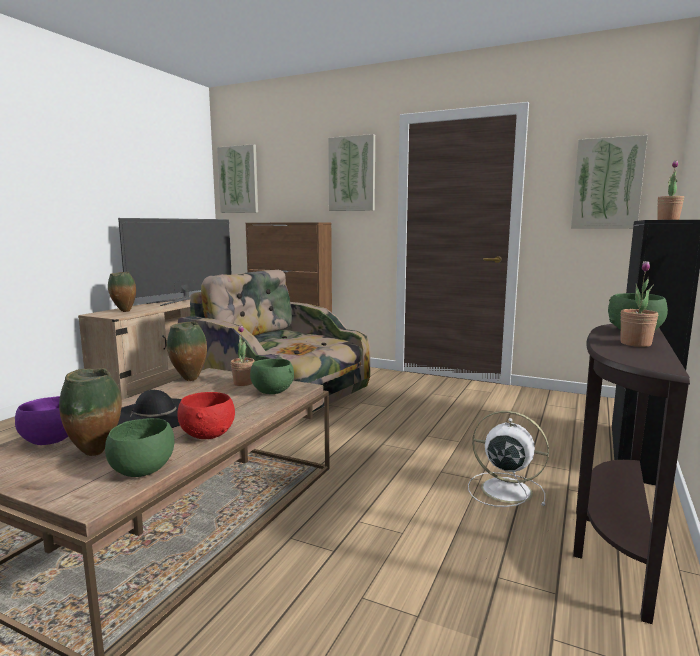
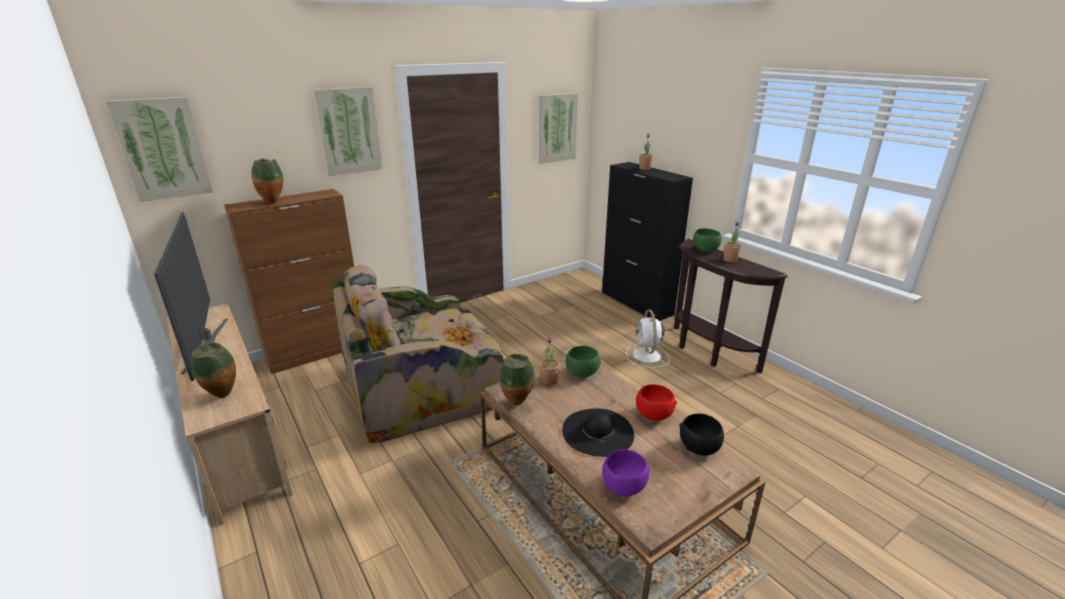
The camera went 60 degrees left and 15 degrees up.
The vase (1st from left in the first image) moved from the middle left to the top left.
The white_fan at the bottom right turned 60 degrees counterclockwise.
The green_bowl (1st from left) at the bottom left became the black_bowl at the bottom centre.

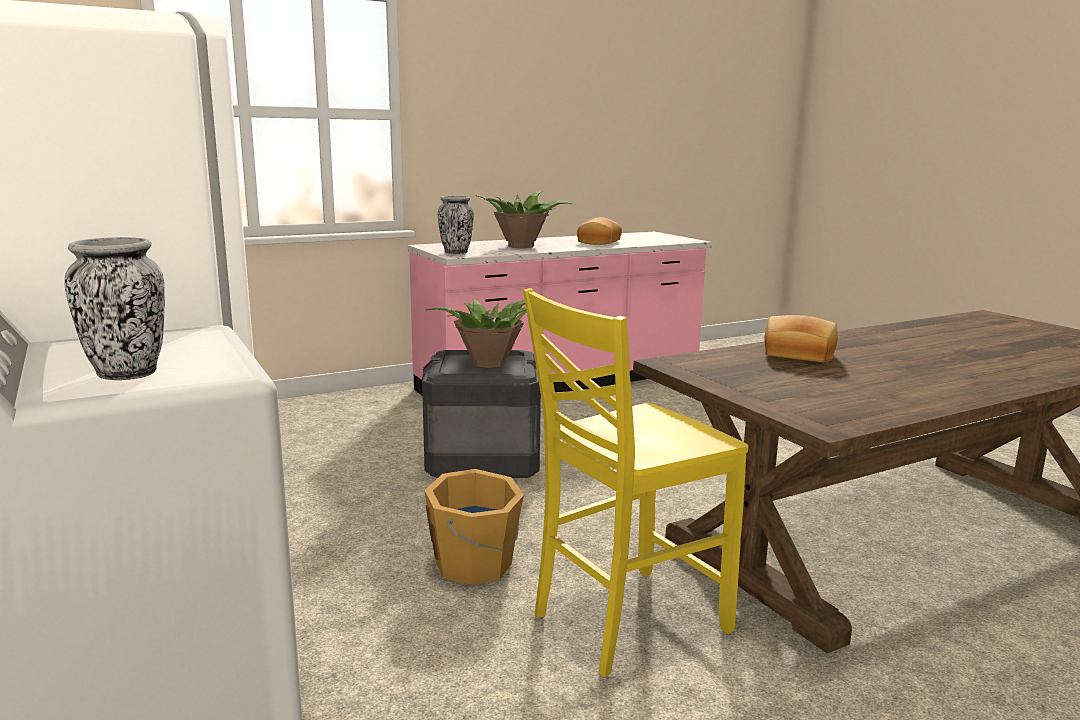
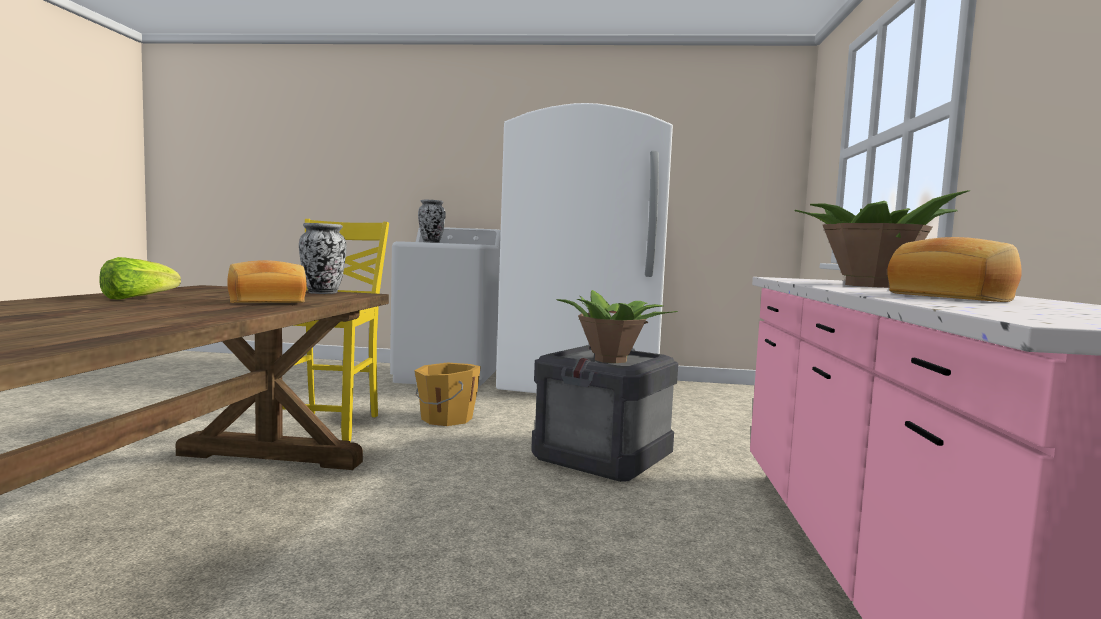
The camera went 125 degrees right and 10 degrees down.
The lettuce at the middle left appeared.
The vase (2nd from left in the first image) moved from the top centre to the middle left.

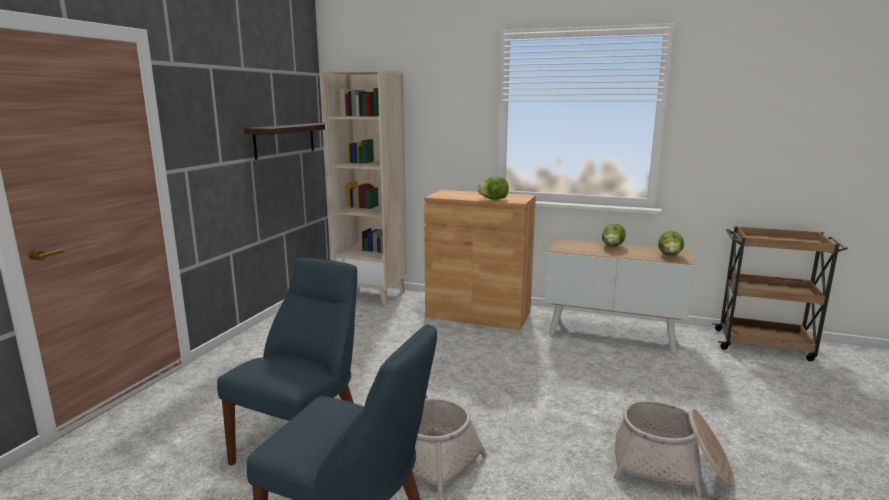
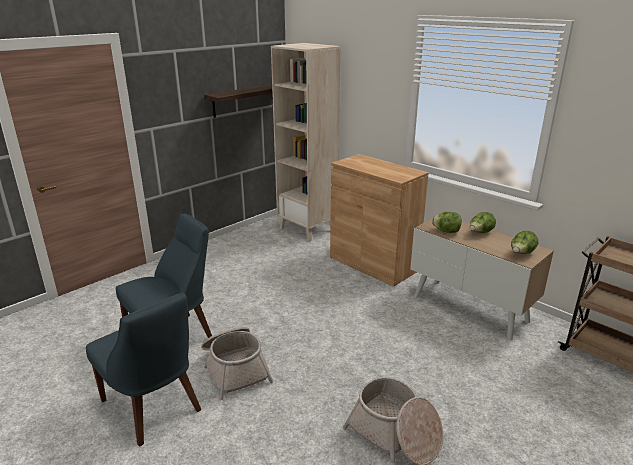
The camera went 25 degrees right and 10 degrees up.
The lettuce (1st from left) moved from the centre to the middle right.

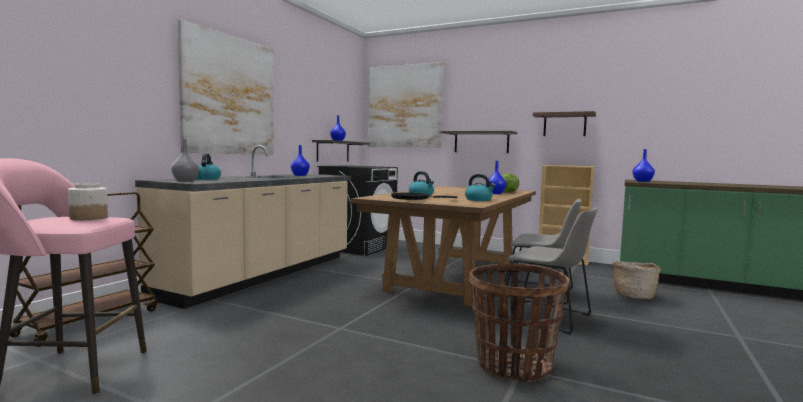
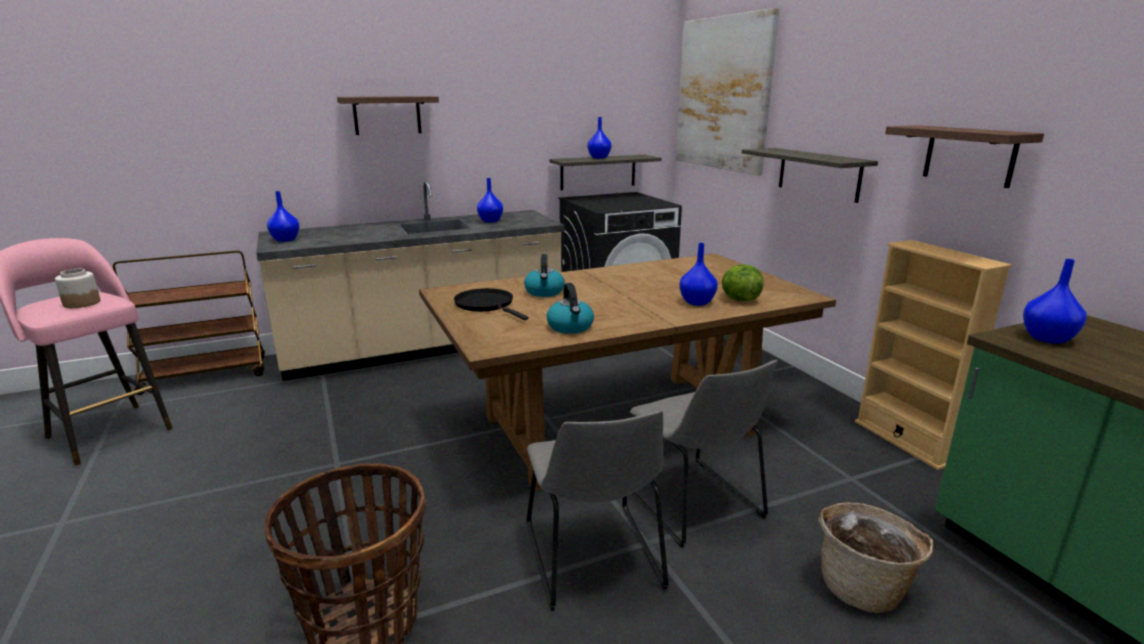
The camera went 40 degrees right and 15 degrees up.
The grey_vase at the middle left became the blue_vase (1st from left) at the middle left.
The picture (1st from left) at the top left was replaced by the shelf (1st from left) at the top centre.
The kettle (1st from left) at the middle left disappeared.

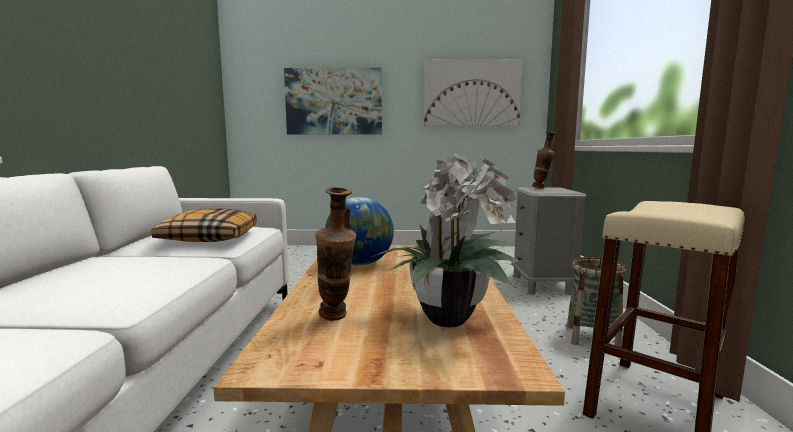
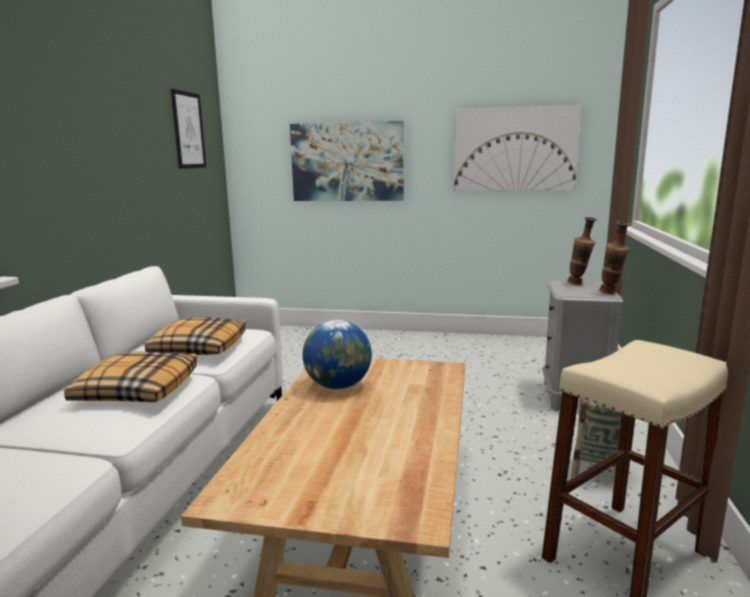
The camera went 10 degrees right and 5 degrees up.
The pillow (1st from left) at the middle left appeared.
The picture (1st from left) at the top left appeared.
The vase (1st from left in the first image) moved from the centre to the middle right.
The potted_plant at the centre disappeared.

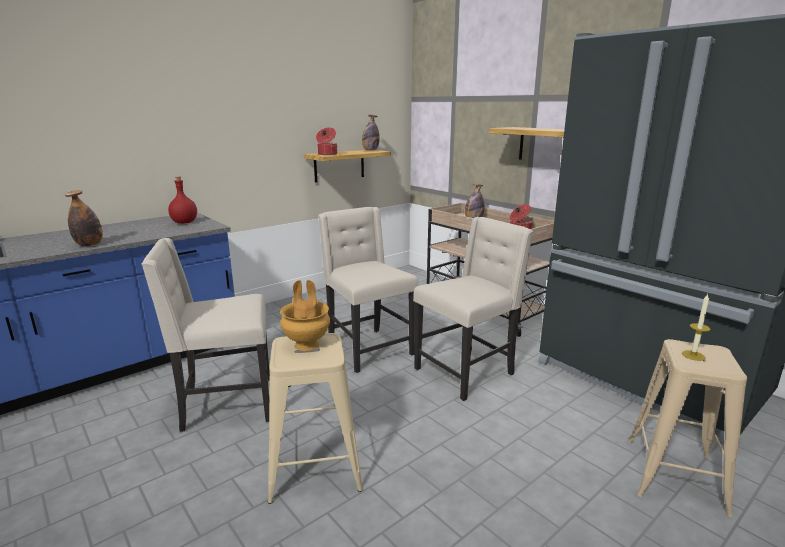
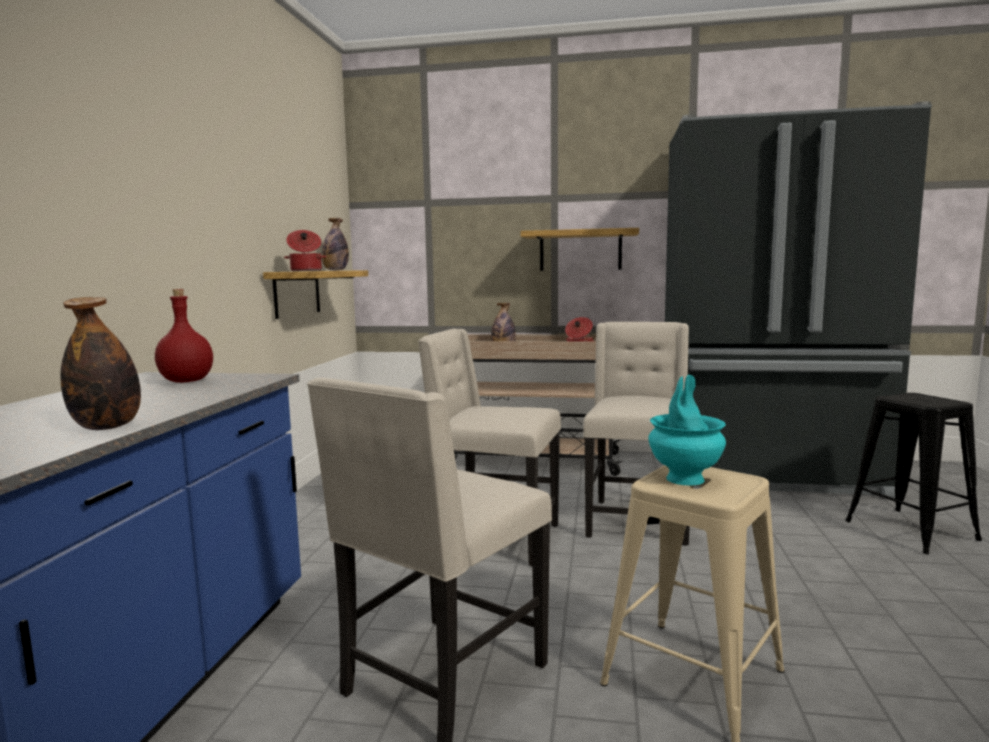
The camera went 40 degrees left and 10 degrees down.
The brown_vase at the centre became the turquoise_vase at the middle right.
The beige_stool (2nd from left) at the bottom right became the black_stool at the middle right.
The candle at the middle right disappeared.

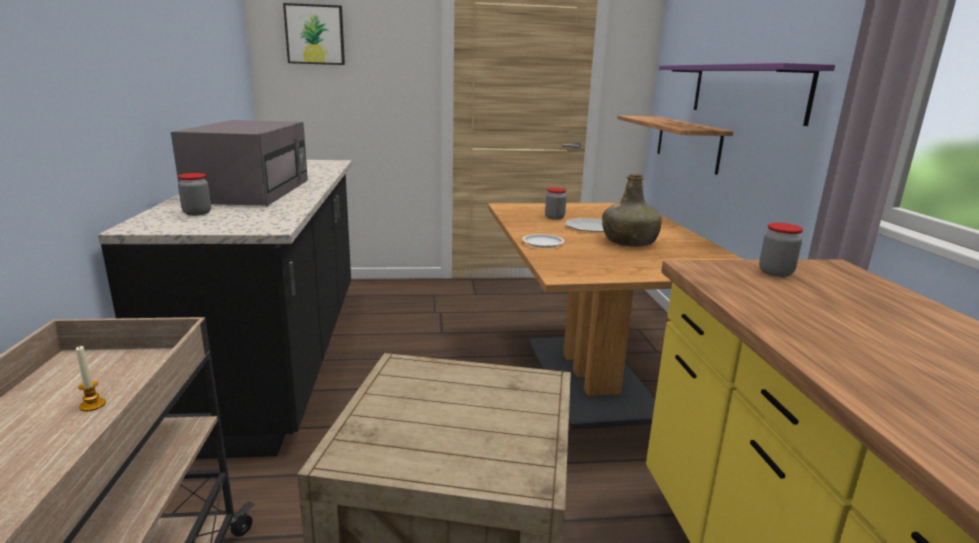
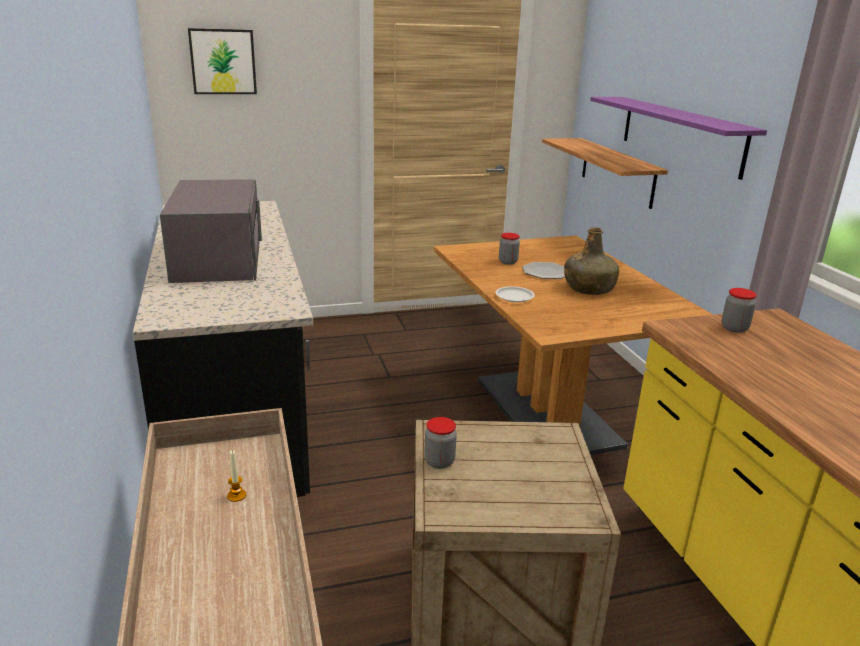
The camera went 10 degrees left and 5 degrees up.
The jar (1st from left) moved from the middle left to the bottom centre.

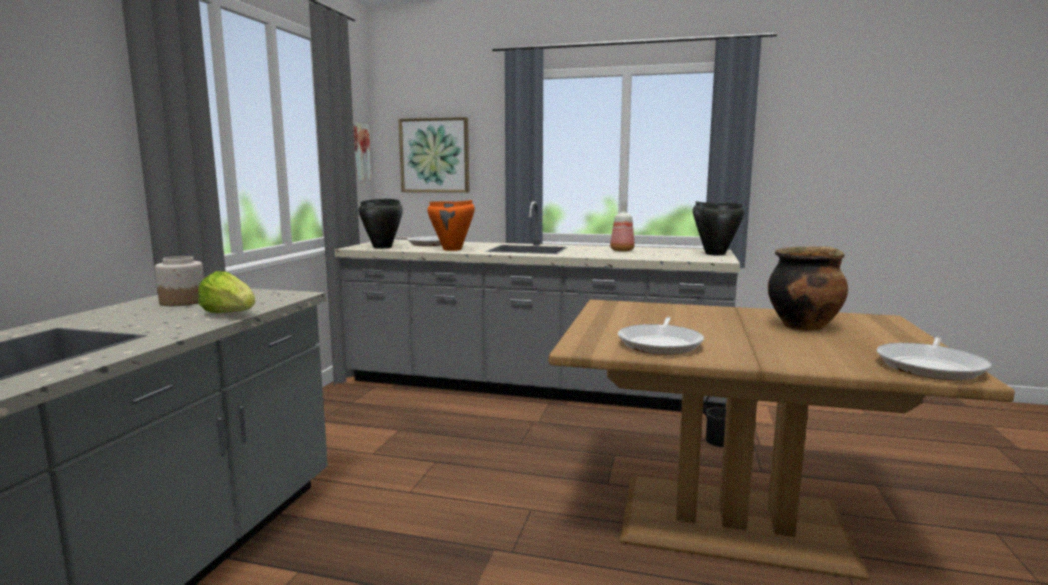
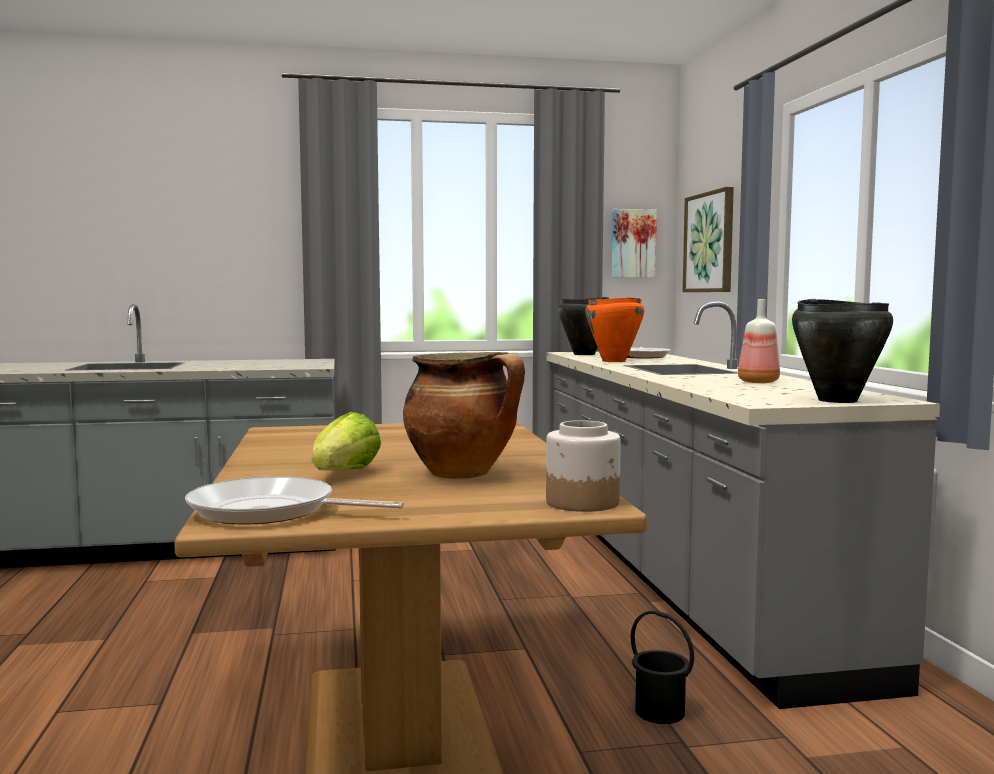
The camera went 65 degrees right and 5 degrees down.
The lettuce moved from the middle left to the centre.
The jar moved from the middle left to the centre.
The frying_pan (2nd from left) at the centre disappeared.

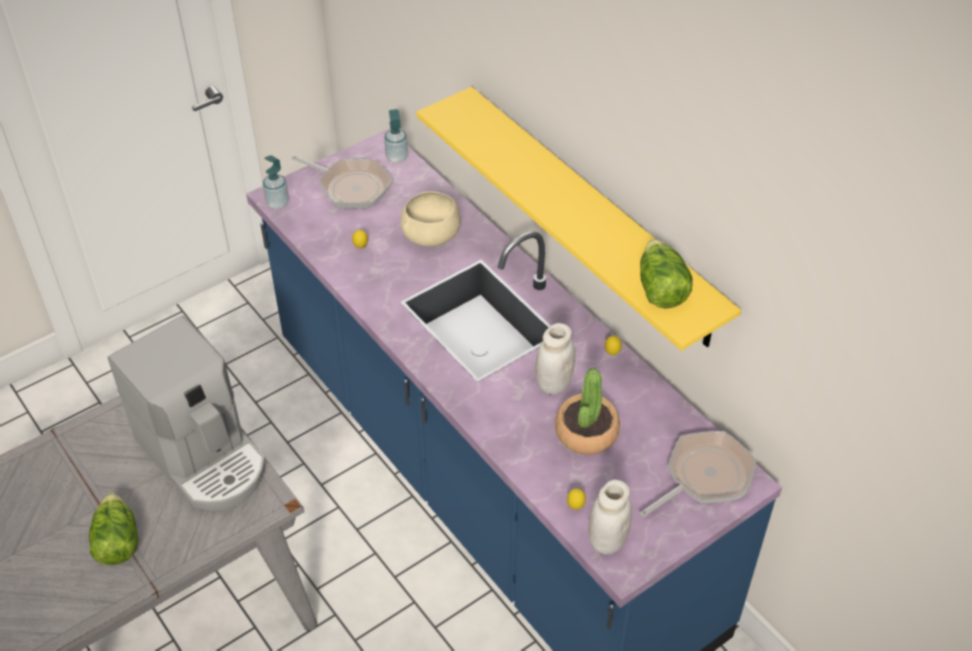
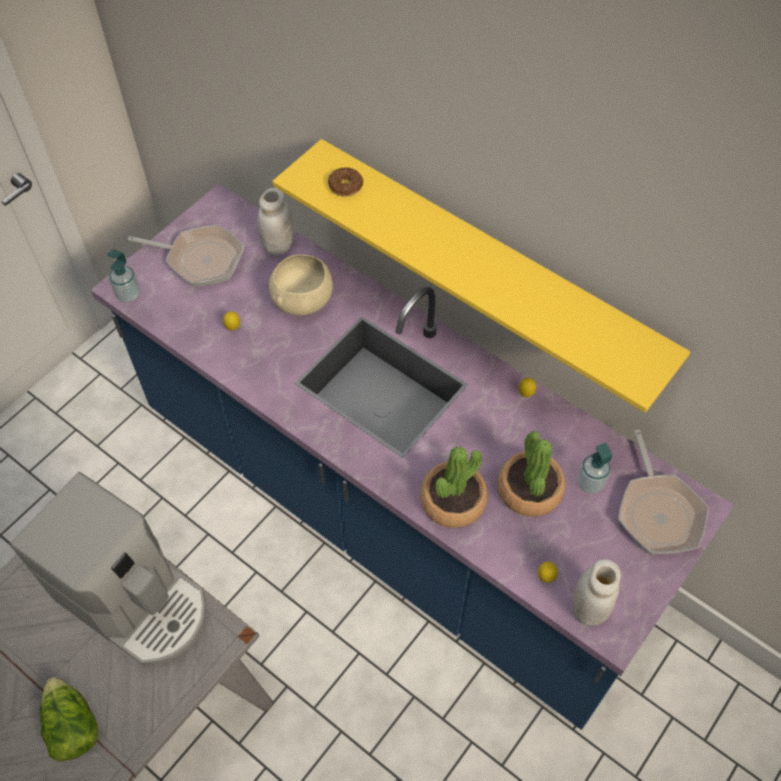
The camera went 15 degrees left and 10 degrees up.
The white_jar (1st from left) moved from the centre to the top centre.
The donut at the top centre appeared.
The potted_plant (1st from left) at the centre appeared.
The soap_dispenser (2nd from left) moved from the top centre to the middle right.
The frying_pan (2nd from left) at the bottom right turned 135 degrees clockwise.
The lettuce (2nd from left) at the middle right disappeared.

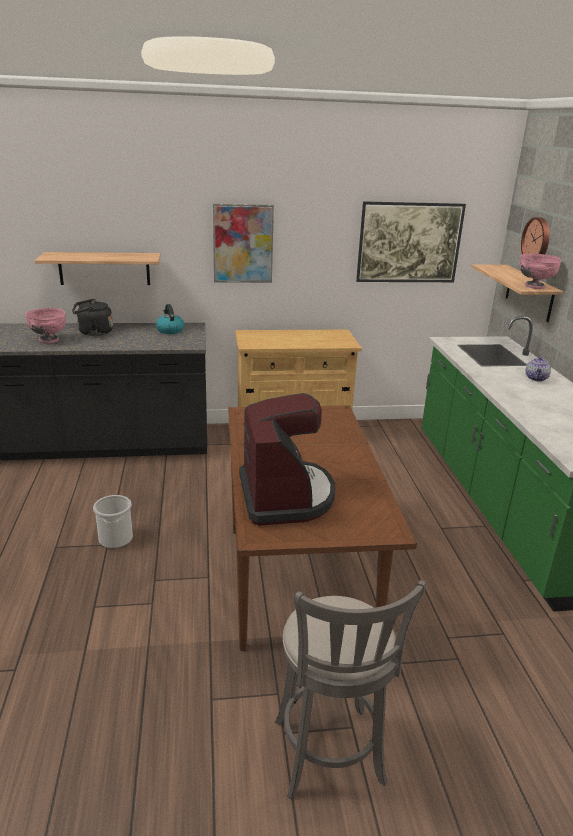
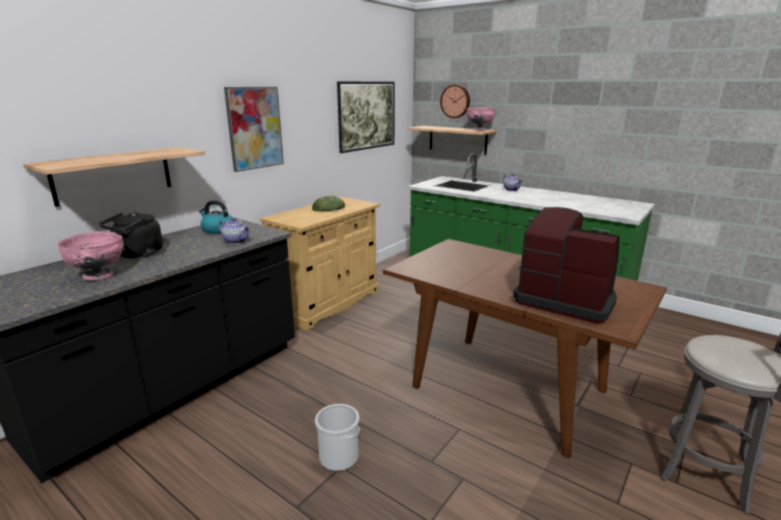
The camera went 45 degrees left and 5 degrees down.
The teapot (1st from left) at the middle left appeared.
The bread at the centre appeared.

